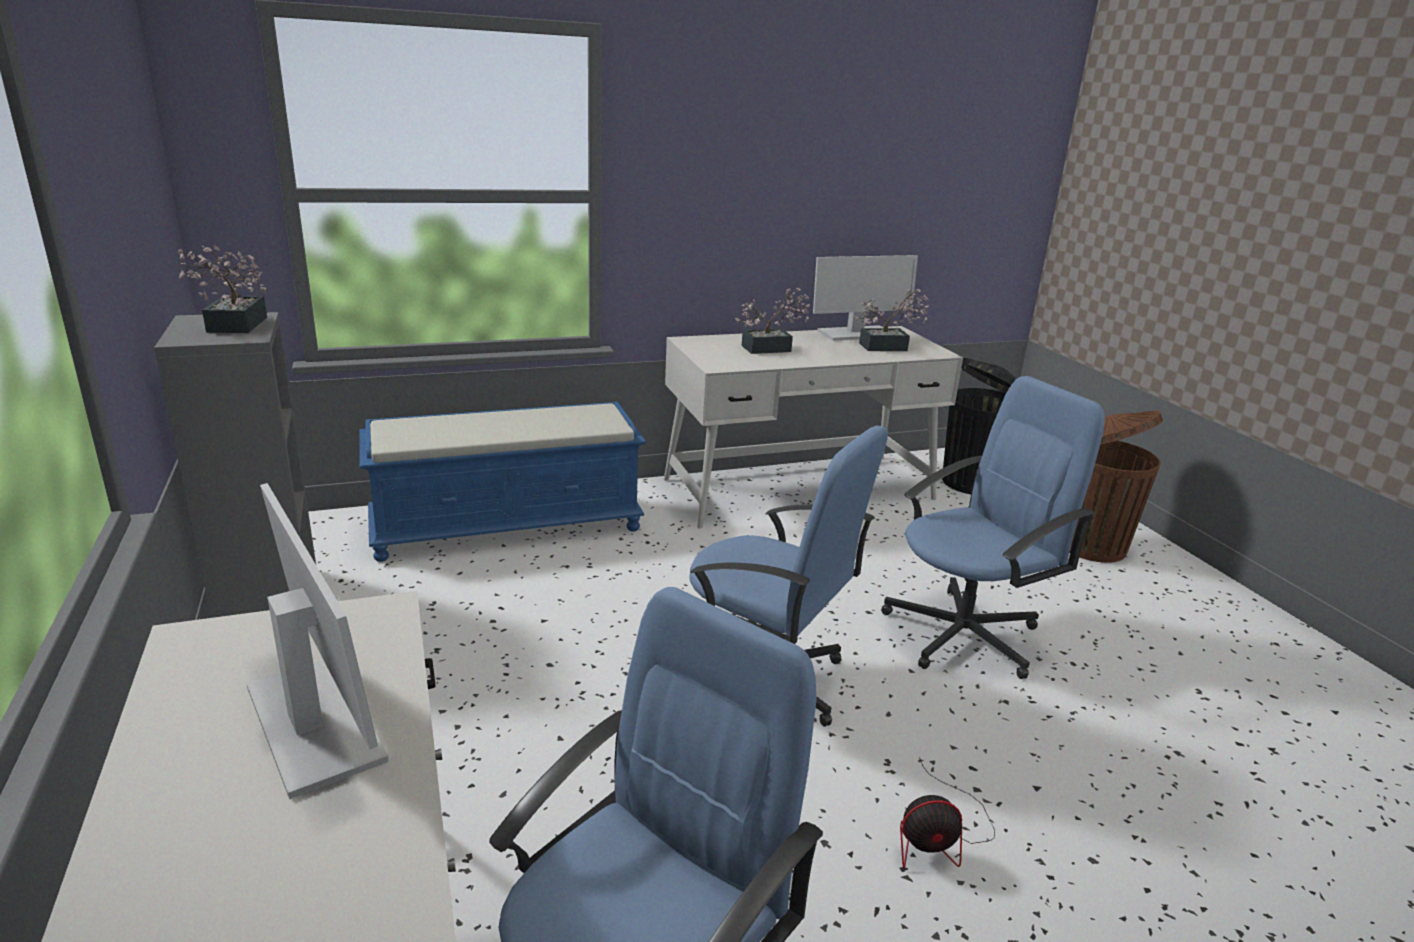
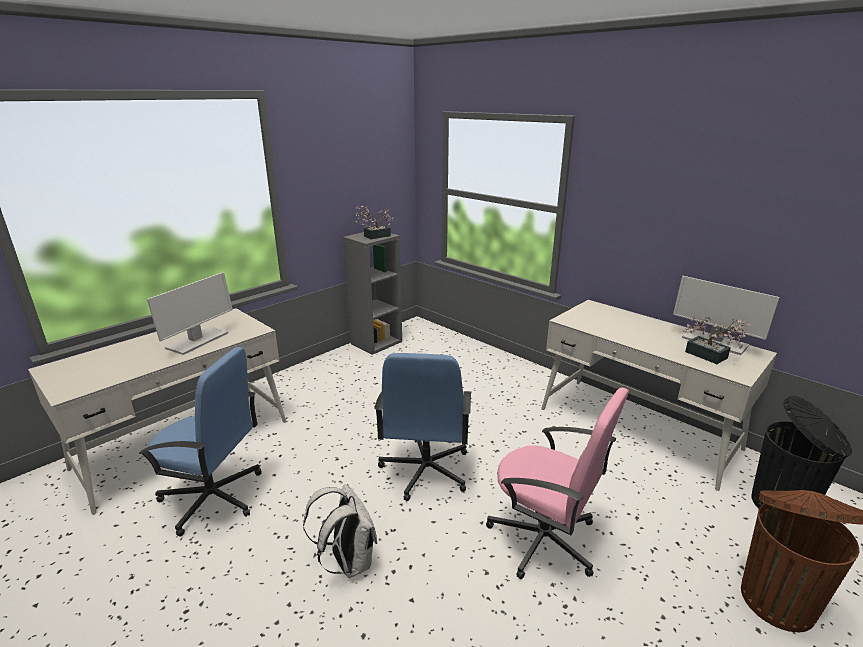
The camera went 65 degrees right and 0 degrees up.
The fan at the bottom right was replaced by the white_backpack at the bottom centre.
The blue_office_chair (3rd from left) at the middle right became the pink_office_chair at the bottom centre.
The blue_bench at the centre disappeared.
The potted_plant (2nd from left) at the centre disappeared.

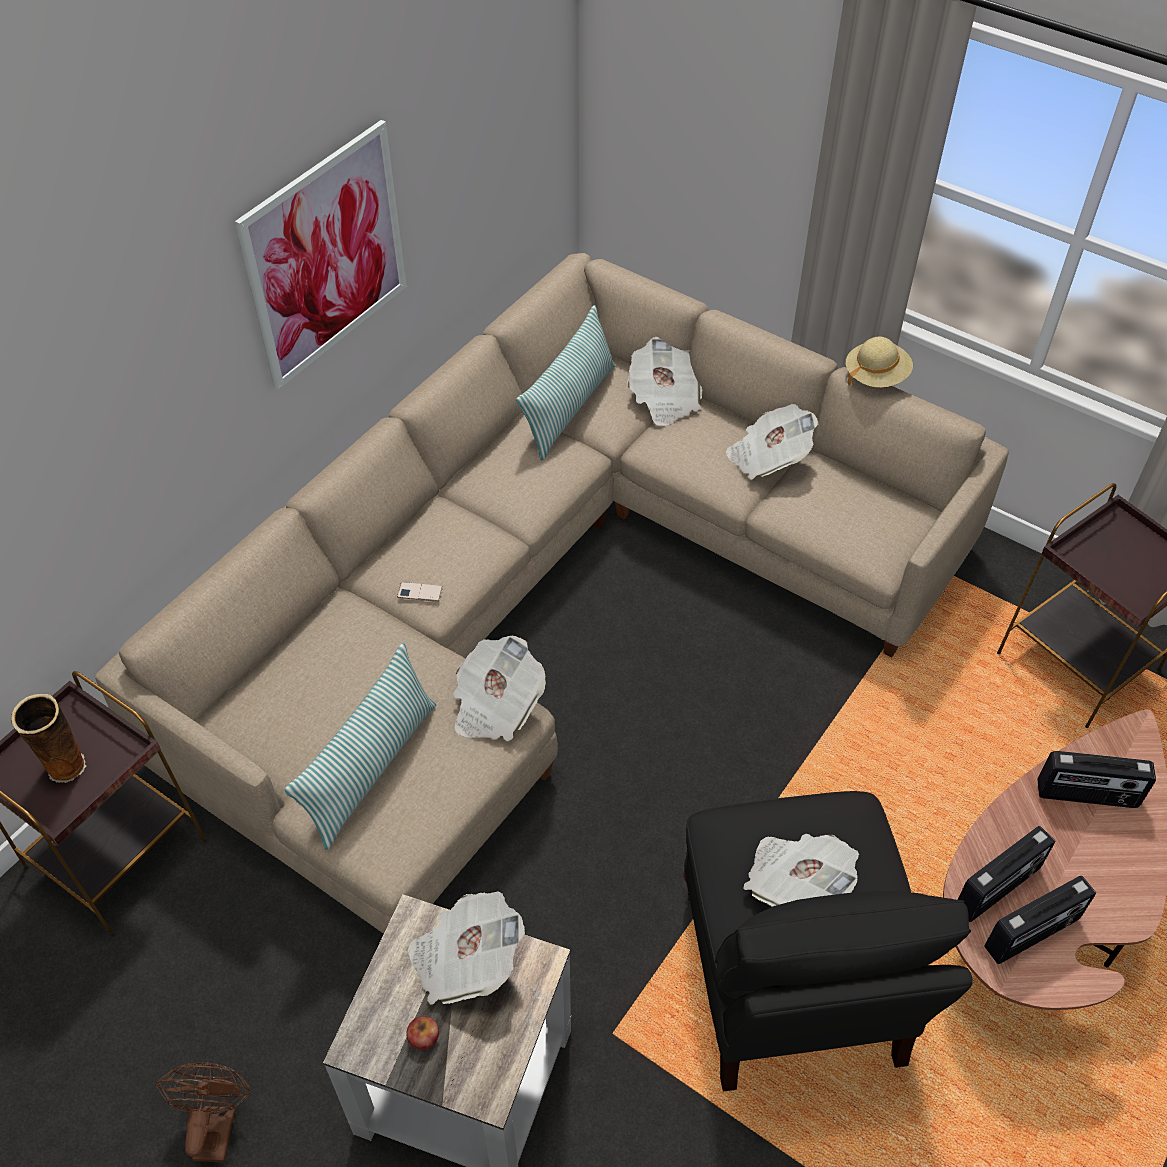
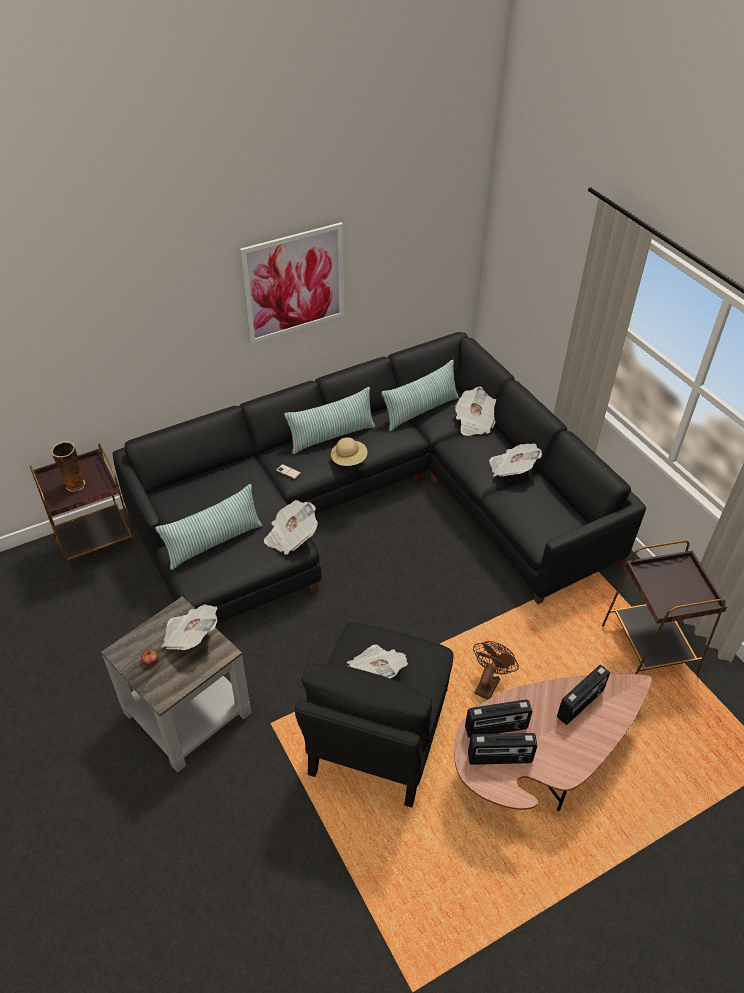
The camera went 25 degrees right and 5 degrees down.
The beige_sofa at the centre became the black_sofa at the centre.
The pillow (2nd from left) at the centre appeared.
The beige_hat moved from the top right to the centre.
The brown_fan moved from the bottom left to the bottom right.
The radio (3rd from left) at the bottom right turned 75 degrees counterclockwise.

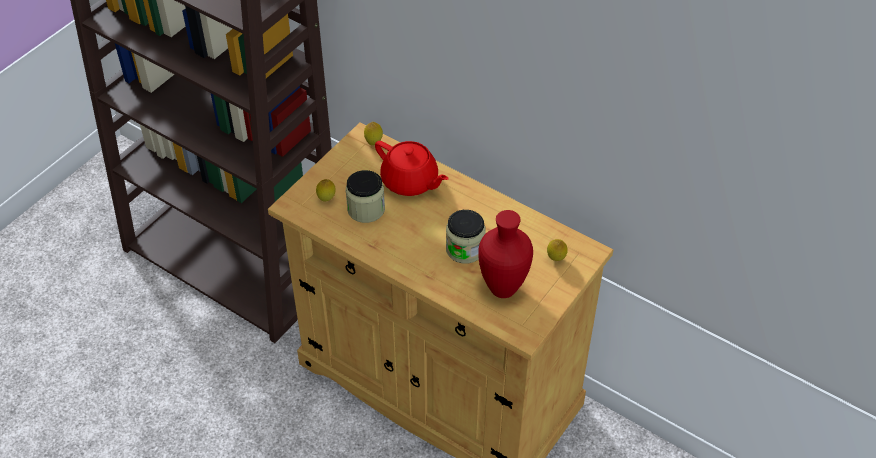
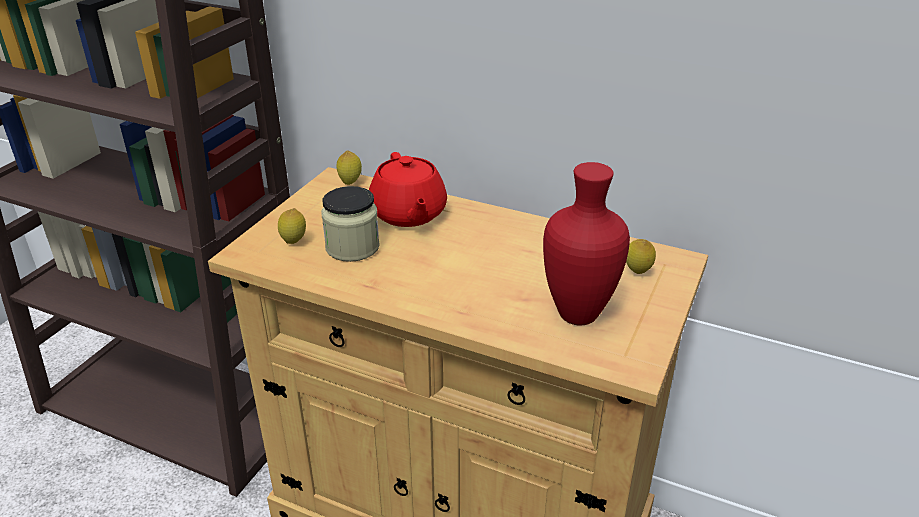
The camera went 10 degrees left and 15 degrees down.
The red_teapot at the centre turned 45 degrees clockwise.
The jar (2nd from left) at the centre disappeared.

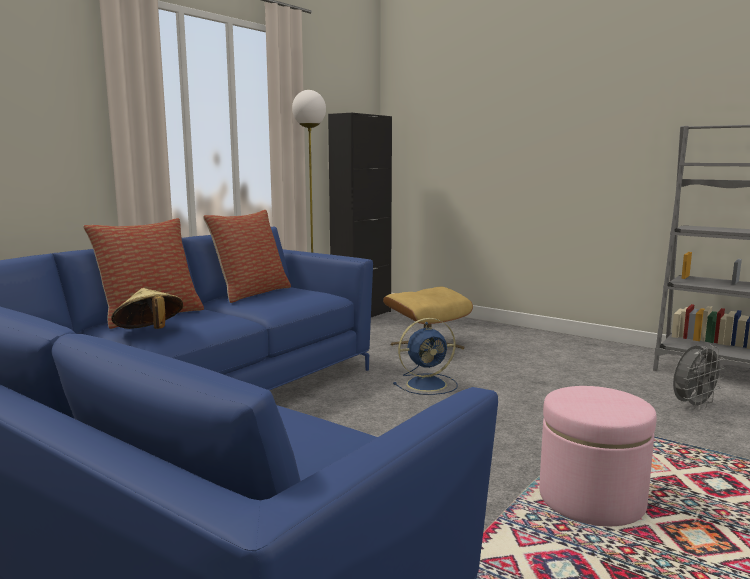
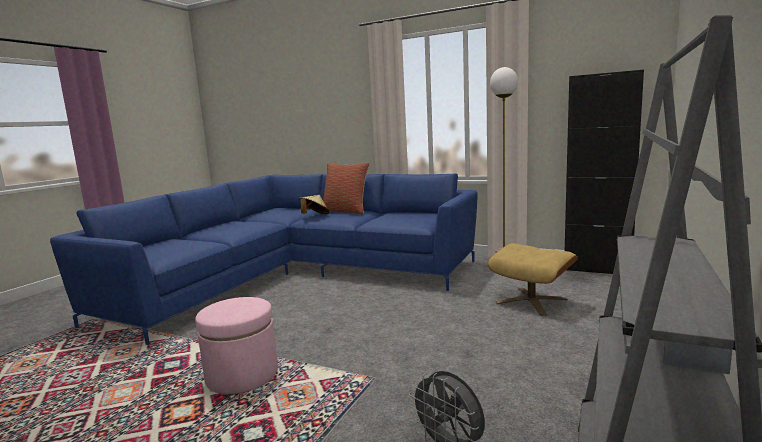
The camera went 80 degrees right and 0 degrees up.
The pillow (2nd from left) at the middle left disappeared.
The blue_fan at the centre disappeared.

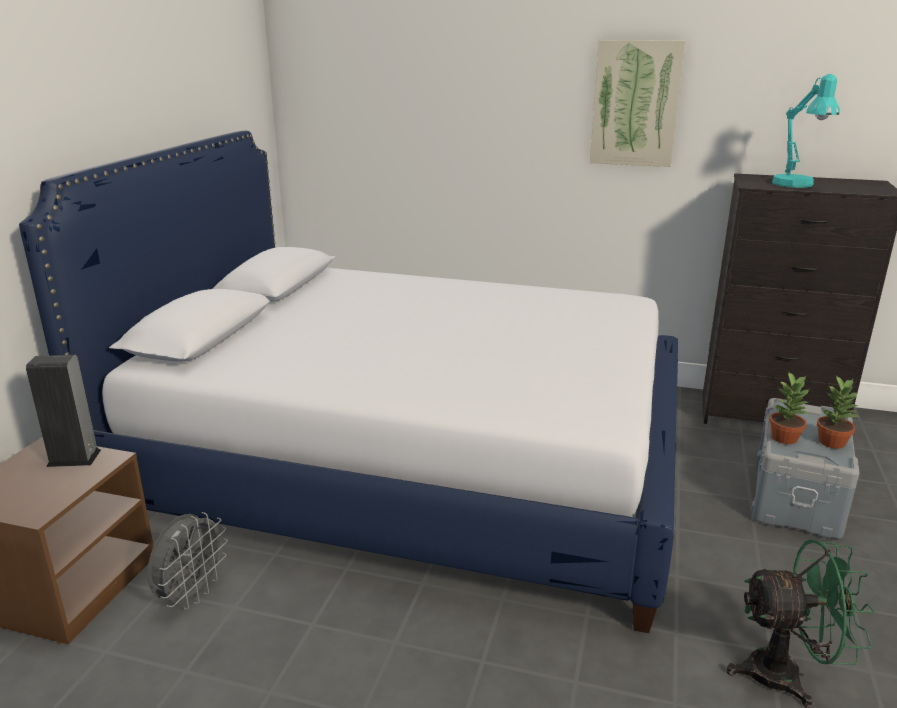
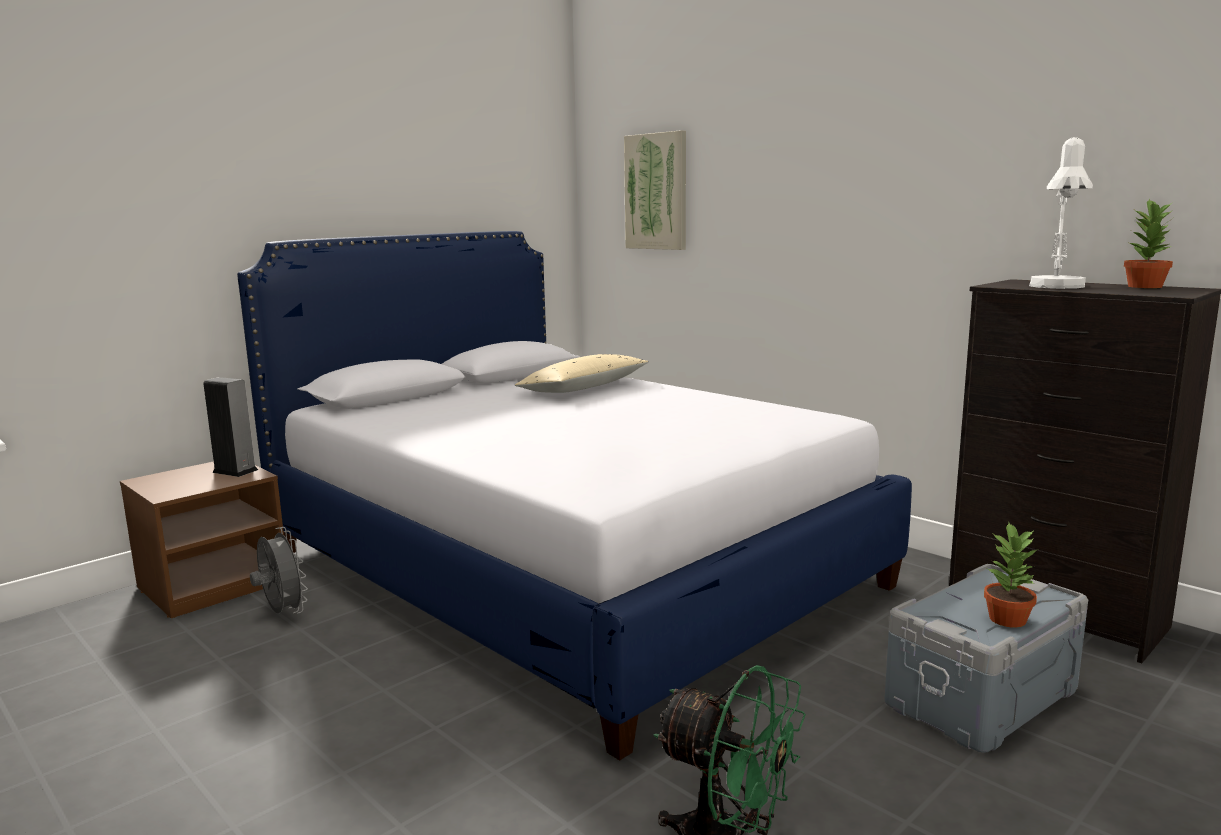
The camera went 30 degrees right and 10 degrees down.
The grey_fan at the bottom left turned 90 degrees counterclockwise.
The beige_pillow at the centre appeared.
The picture moved from the top right to the top centre.
The turquoise_table_lamp at the top right became the white_table_lamp at the top right.
The potted_plant (1st from left in the first image) moved from the middle right to the top right.

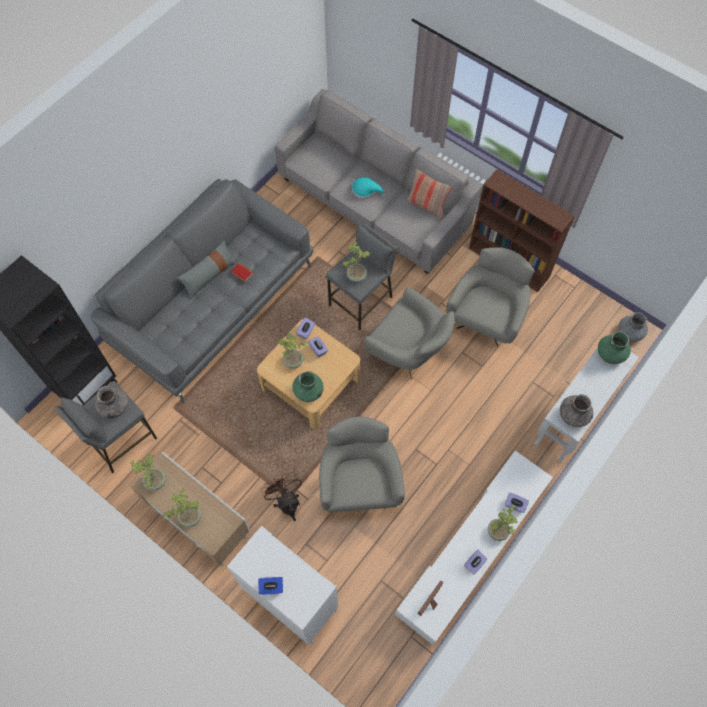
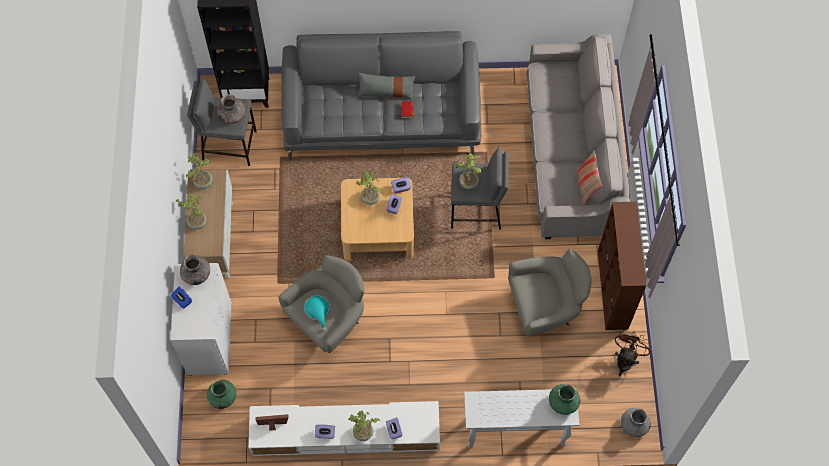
The camera went 50 degrees right and 0 degrees up.
The grey_vase (2nd from left in the first image) moved from the middle right to the middle left.
The green_vase (1st from left) moved from the centre to the bottom left.
The turquoise_hat moved from the top centre to the bottom centre.
The brown_fan moved from the bottom centre to the bottom right.
The grey_armchair (2nd from left) at the centre disappeared.

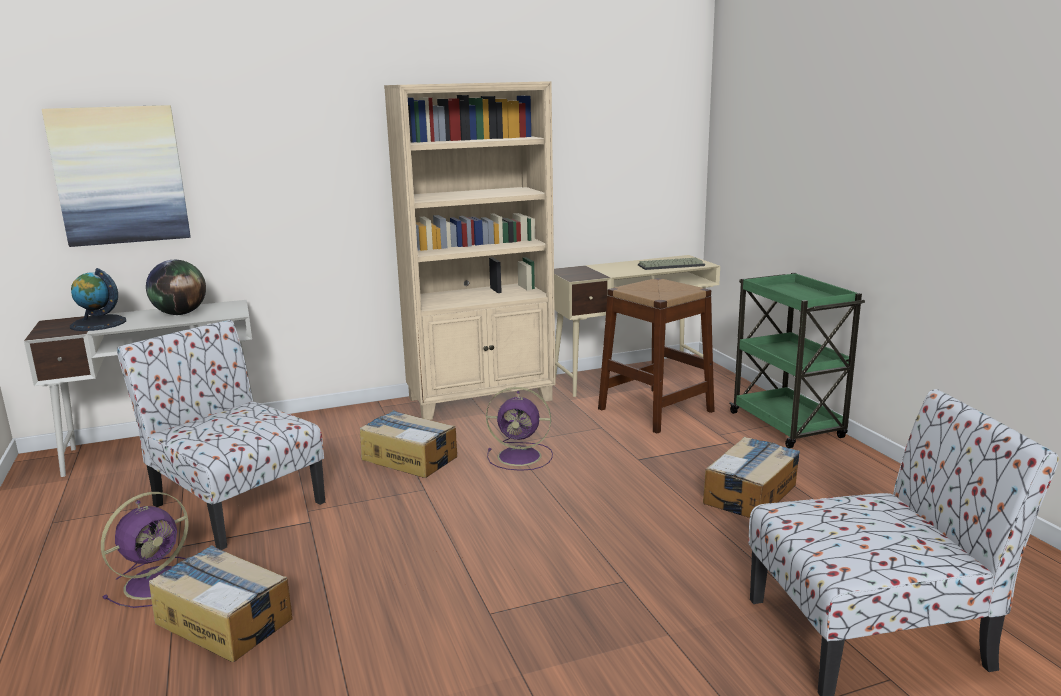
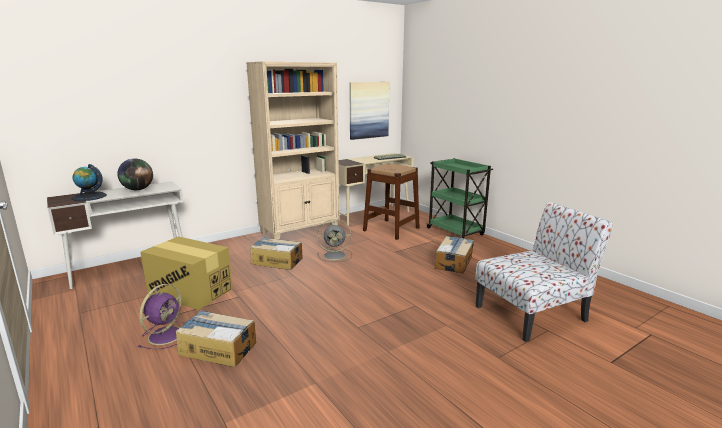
The camera went 15 degrees left and 0 degrees up.
The chair (1st from left) at the middle left was replaced by the cardboard_box (1st from left) at the middle left.
The purple_fan (2nd from left) at the centre became the grey_fan at the centre.
The picture moved from the top left to the top centre.

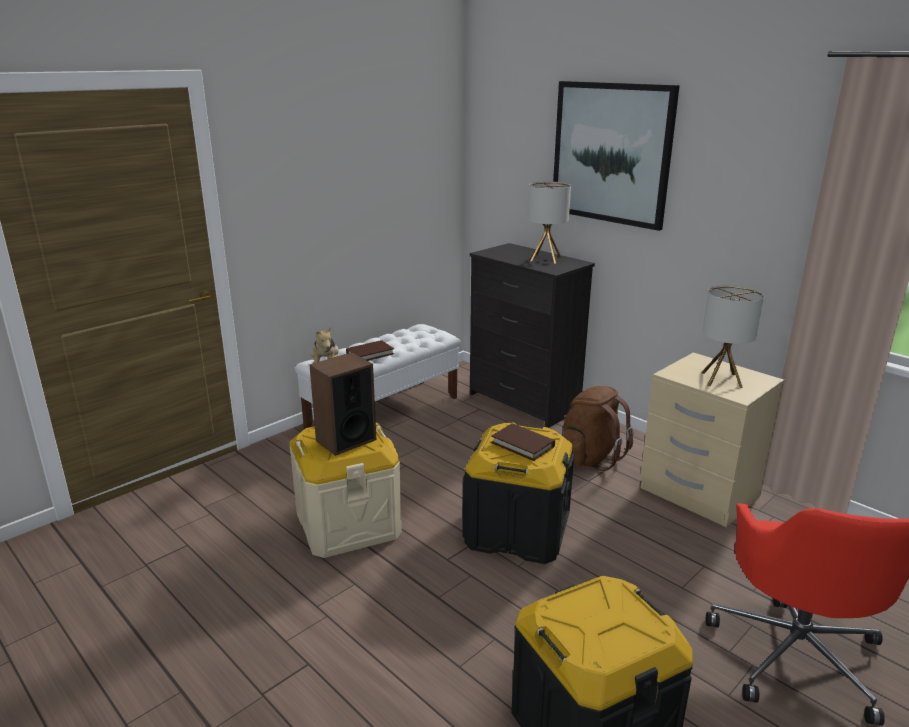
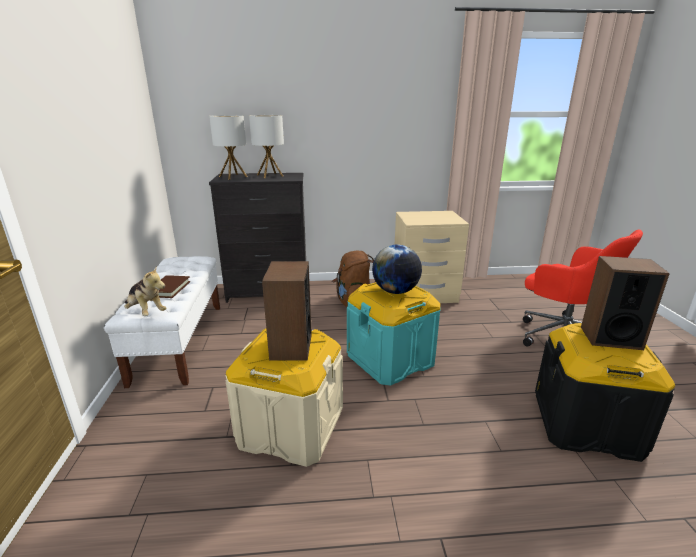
The camera went 50 degrees left and 0 degrees up.
The table_lamp (2nd from left in the first image) moved from the middle right to the top left.
The black_storage_box (1st from left) at the bottom centre became the turquoise_storage_box at the centre.
The brown_book (2nd from left) at the centre was replaced by the globe at the centre.
The speaker (2nd from left) at the middle right appeared.
The picture at the top right disappeared.

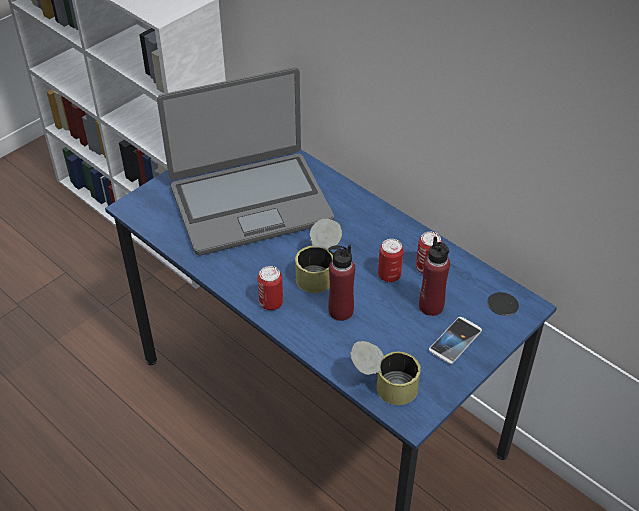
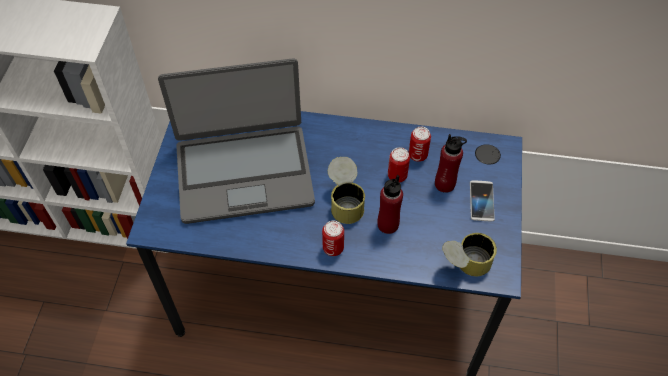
The camera went 35 degrees left and 10 degrees up.
The laptop at the top centre turned 45 degrees clockwise.

